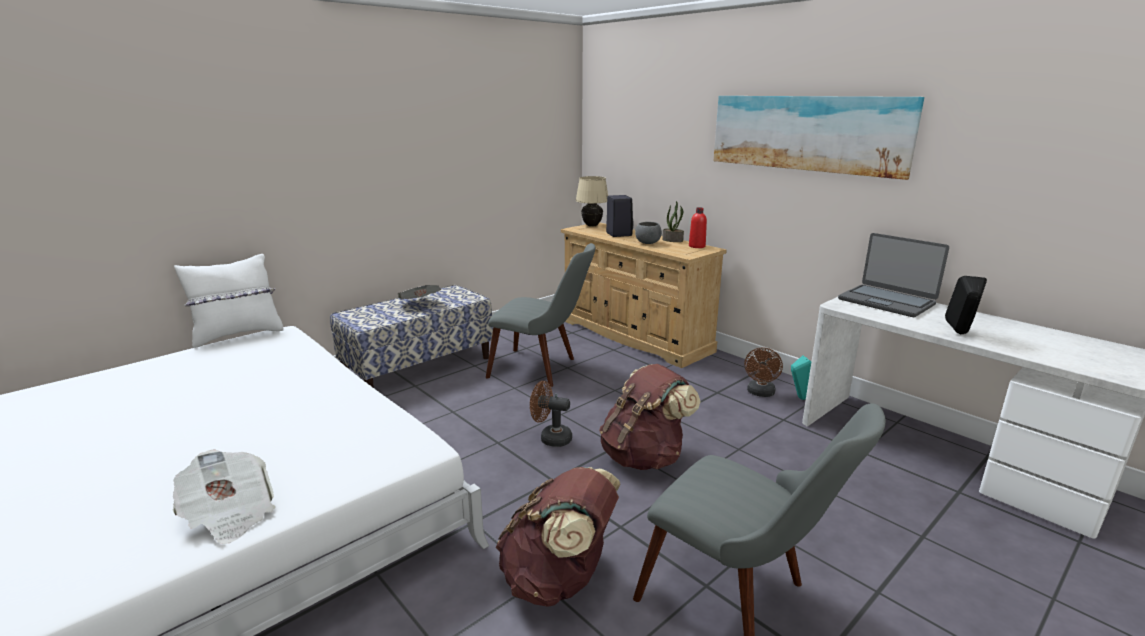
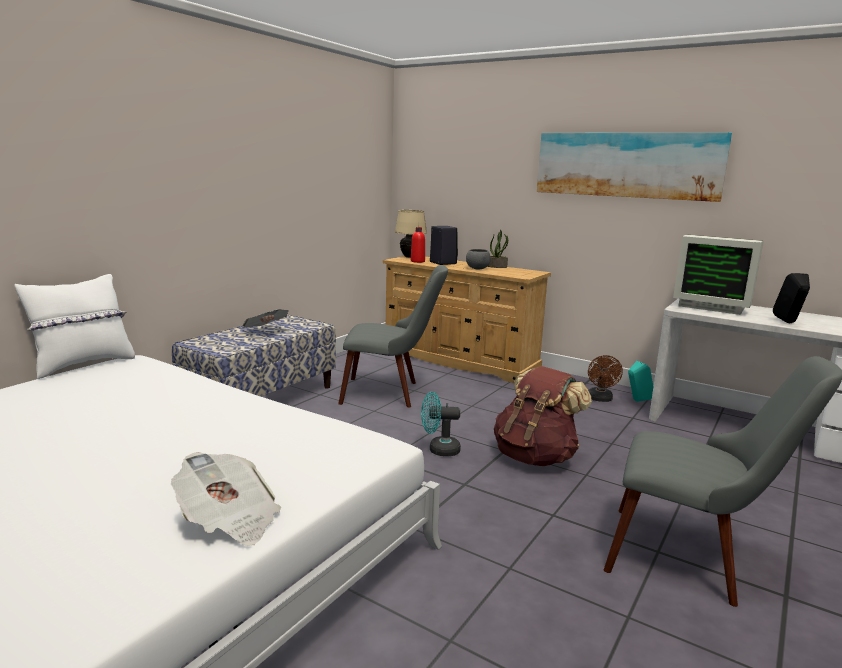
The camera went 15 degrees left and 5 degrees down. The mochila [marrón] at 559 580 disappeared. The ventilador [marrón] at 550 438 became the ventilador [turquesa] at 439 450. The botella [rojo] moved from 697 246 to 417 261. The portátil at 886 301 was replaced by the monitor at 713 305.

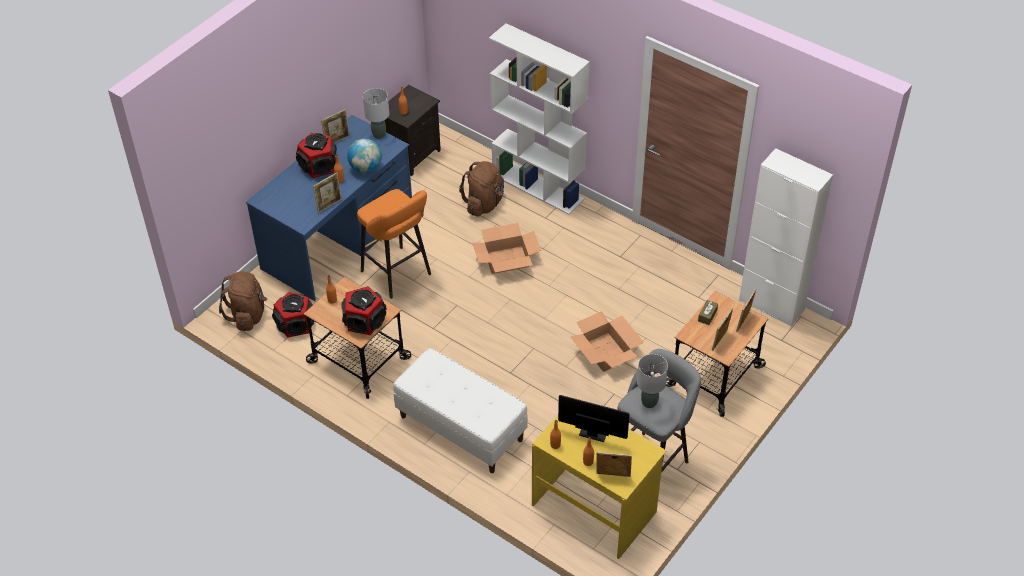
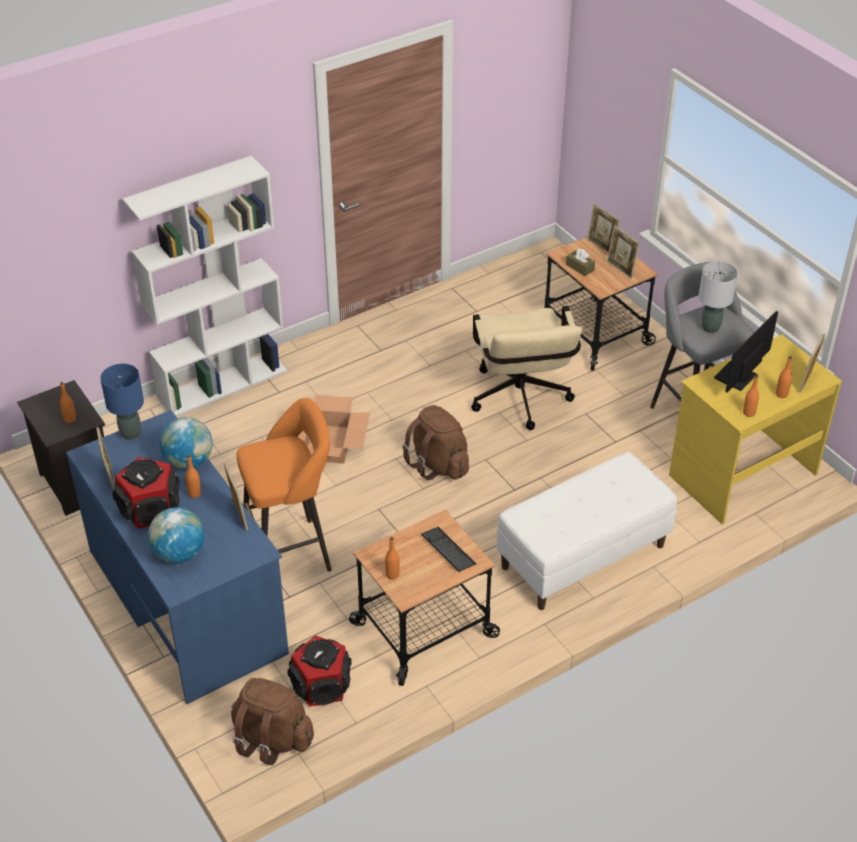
The camera went 70 degrees left and 5 degrees down. The altavoz at 364 321 was replaced by the teclado at 448 550. The lámpara de mesa [gris] at 379 135 became the lámpara de mesa [azul] at 131 433. The mochila [marrón] moved from 484 204 to 438 464. The caja de cartón at 606 352 was replaced by the silla de oficina [beis] at 521 402. The armario [blanco] at 771 305 disappeared. The globo terráqueo at 179 554 appeared.

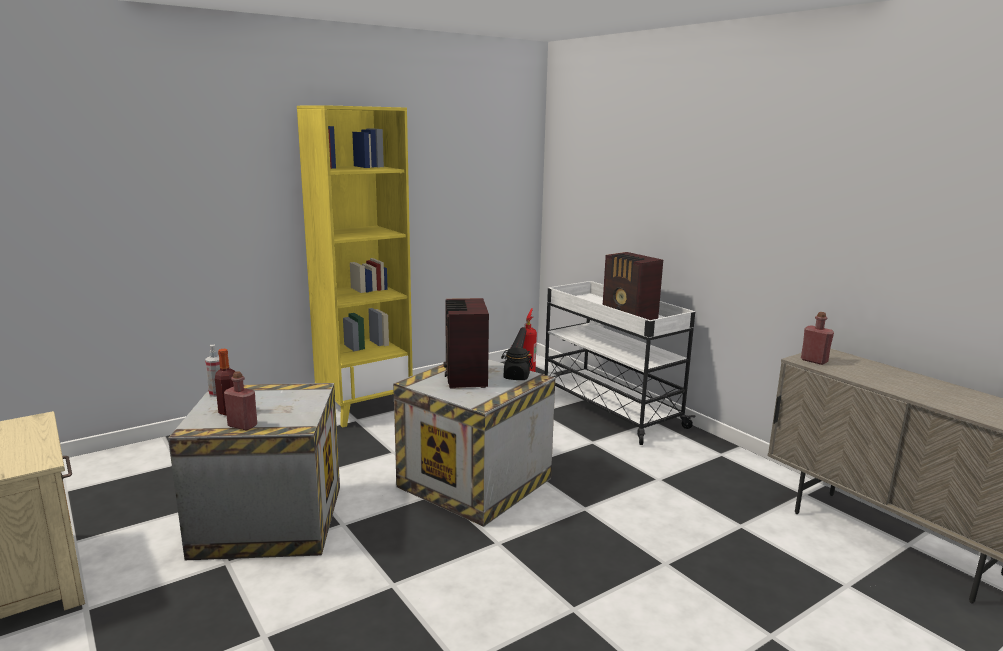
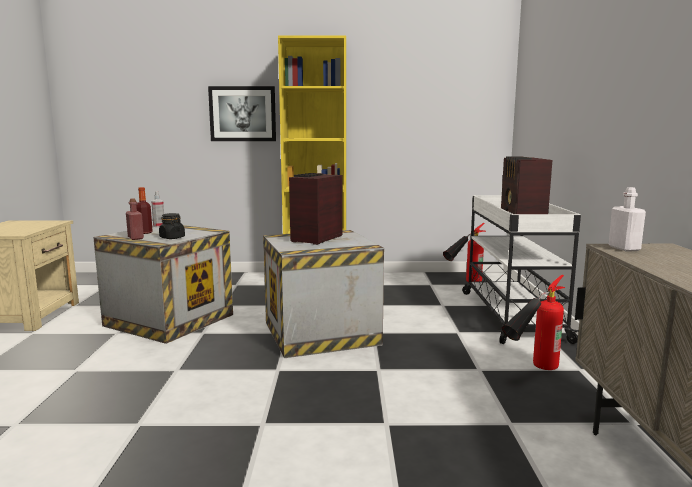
The camera went 35 degrees right and 5 degrees down. The tarro [negro] moved from 516 377 to 172 237. The botella [rojo] at 814 361 became the botella [blanco] at 624 248. The cuadro at 242 114 appeared. The extintor at 532 371 appeared.

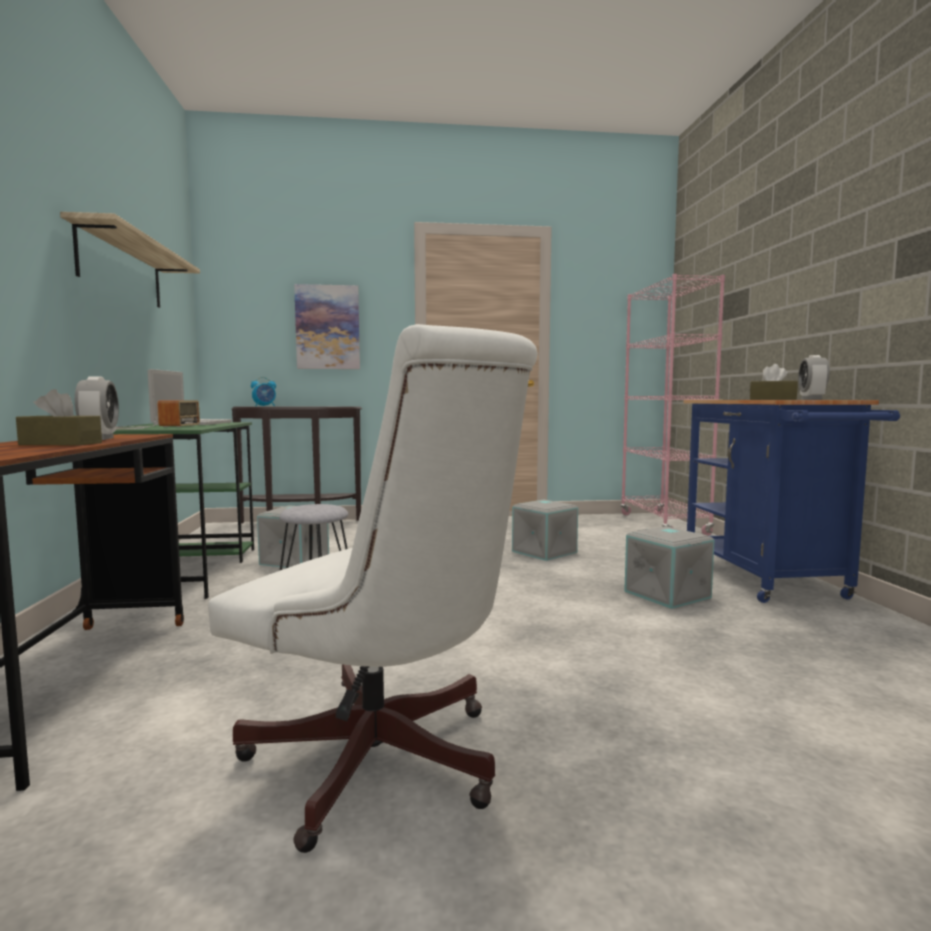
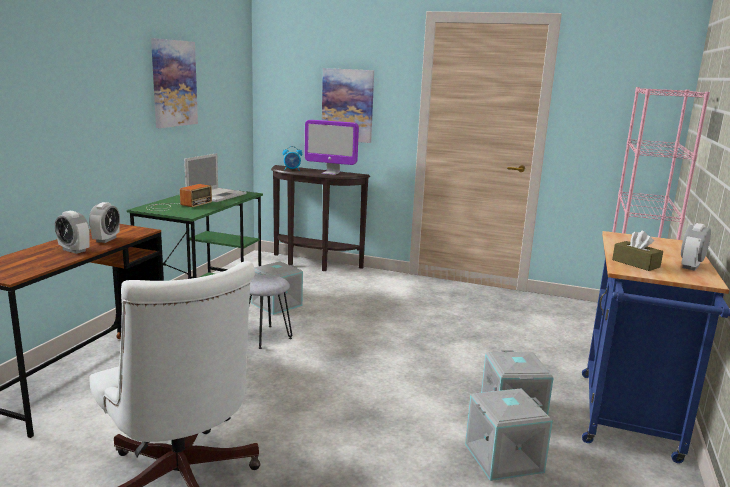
The camera went 25 degrees right and 10 degrees up. The caja de pañuelos [marrón] at 61 444 was replaced by the despertador at 74 250. The estante at 121 269 was replaced by the cuadro at 173 83. The caja de almacenaje [gris] moved from 545 552 to 503 459. The monitor at 330 173 appeared.

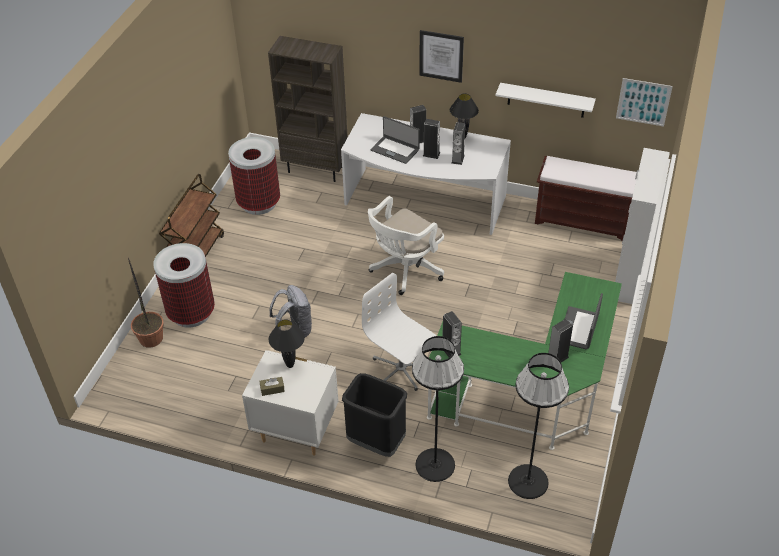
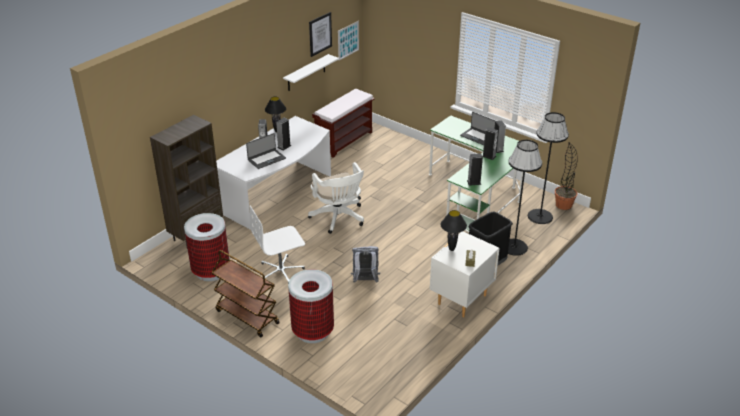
The camera went 70 degrees left and 10 degrees down. The planta en maceta moved from 151 338 to 563 205. The silla de oficina [blanco] moved from 401 369 to 281 271. The cuadro moved from 441 56 to 320 34. The altavoz moved from 458 159 to 489 156. The armario [blanco] at 629 276 disappeared.

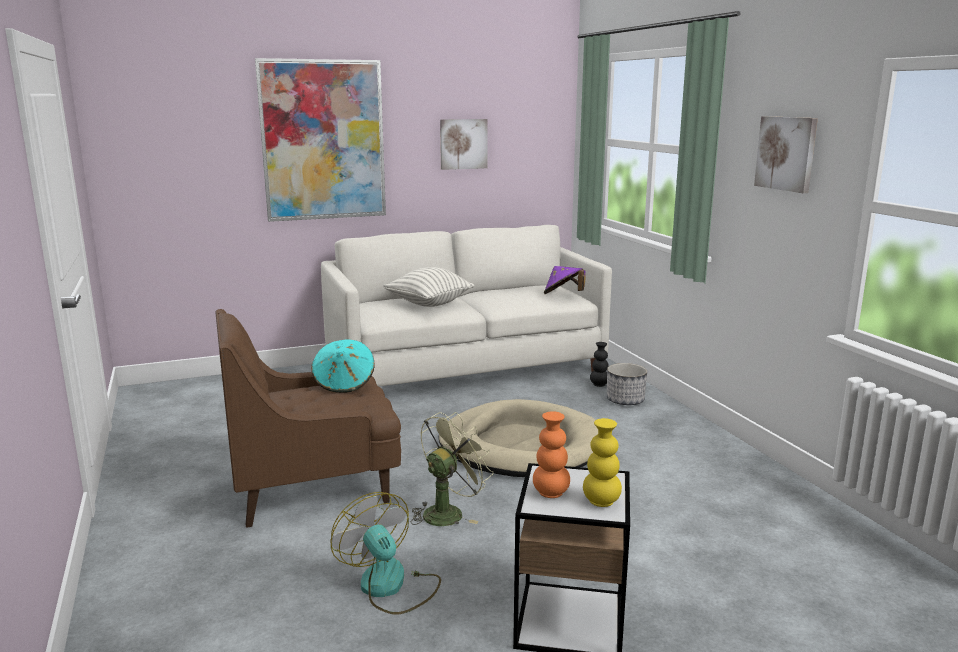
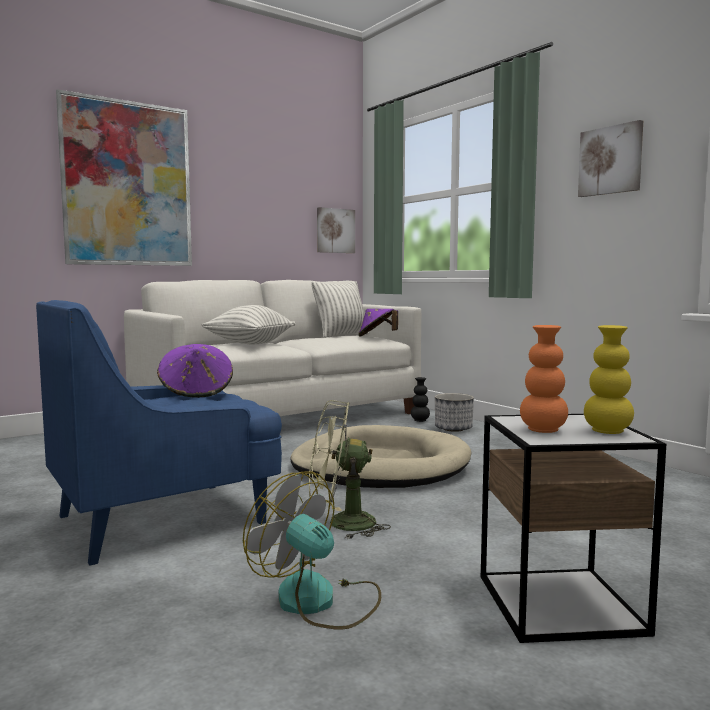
The camera went 15 degrees left and 10 degrees down. The sillón [marrón] at 314 487 became the sillón [azul] at 164 518. The sombrero [turquesa] at 344 384 became the sombrero [morado] at 196 392. The ventilador [verde] at 448 512 turned 120 degrees counterclockwise. The cuadro moved from 463 144 to 335 230. The cojín at 341 335 appeared.

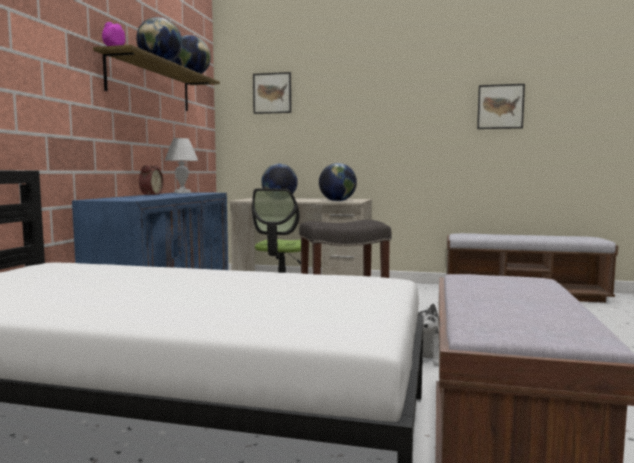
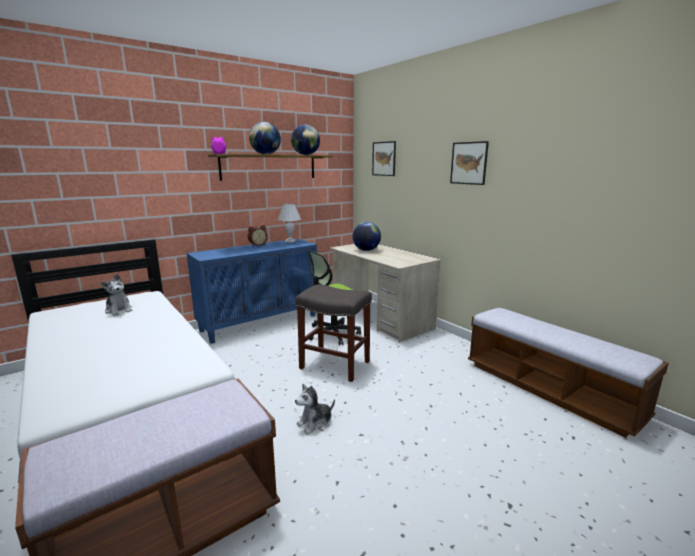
The camera went 40 degrees right and 10 degrees up. The globo terráqueo at 337 201 disappeared. The cuadro moved from 500 106 to 469 163. The peluche at 119 310 appeared.

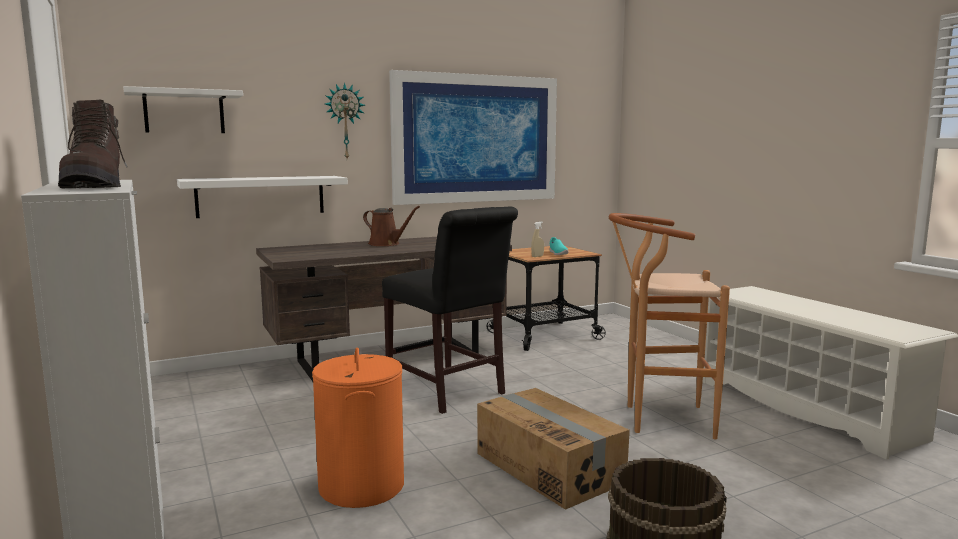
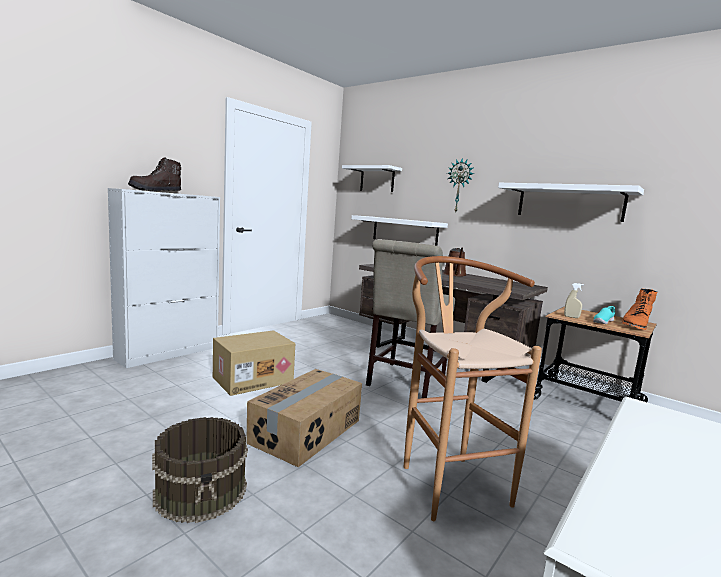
The camera went 65 degrees right and 0 degrees up. The cesto de la ropa [naranja] at 361 486 was replaced by the caja de cartón at 253 379. The silla [negro] at 449 392 became the silla [beis] at 404 382. The cuadro at 476 139 was replaced by the estante [blanco] at 569 202. The bota [naranja] at 635 325 appeared.

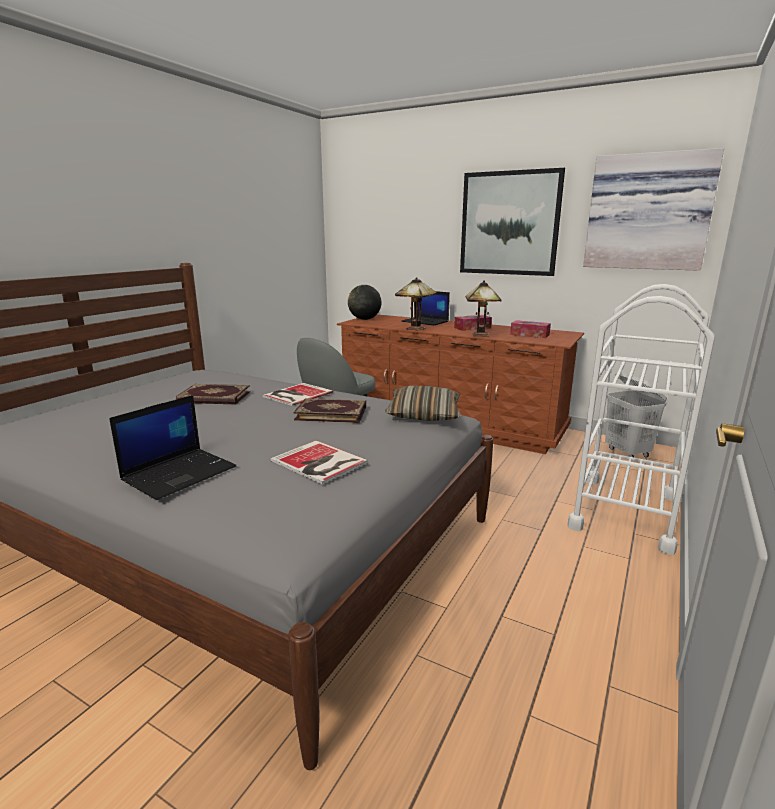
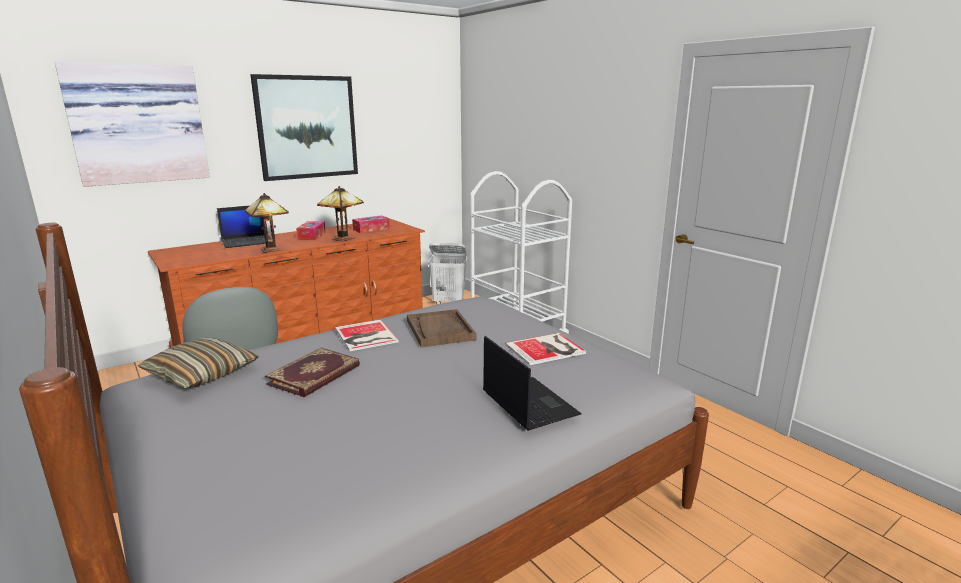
The camera went 65 degrees left and 0 degrees up. The libro at 331 413 was replaced by the bandeja [marrón] at 440 330. The globo terráqueo at 365 319 disappeared. The cojín moved from 424 414 to 201 374. The cuadro moved from 648 212 to 138 124.

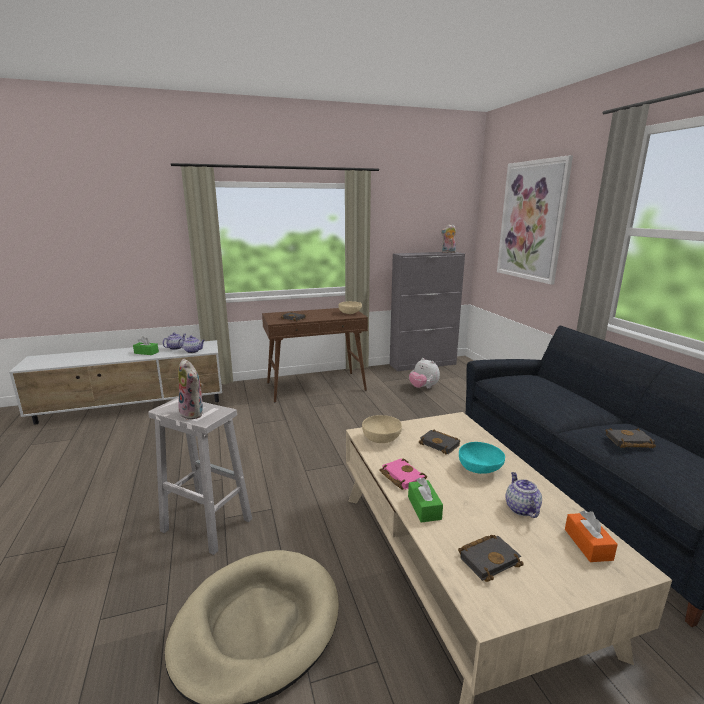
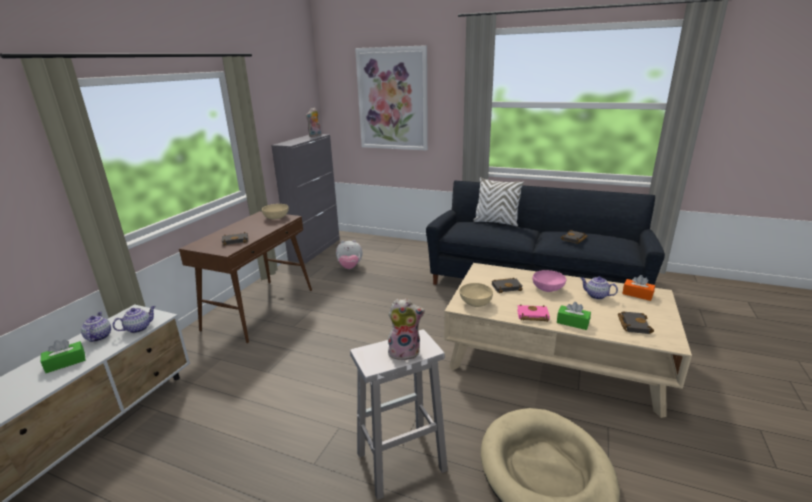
The camera went 50 degrees left and 5 degrees up. The cuenco [turquesa] at 480 469 became the cuenco [rosa] at 548 289. The cojín [blanco] at 496 222 appeared.

